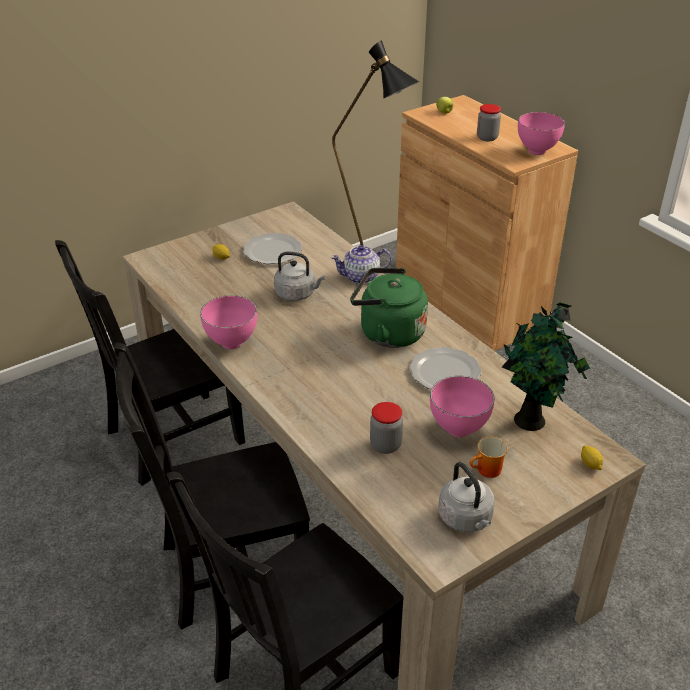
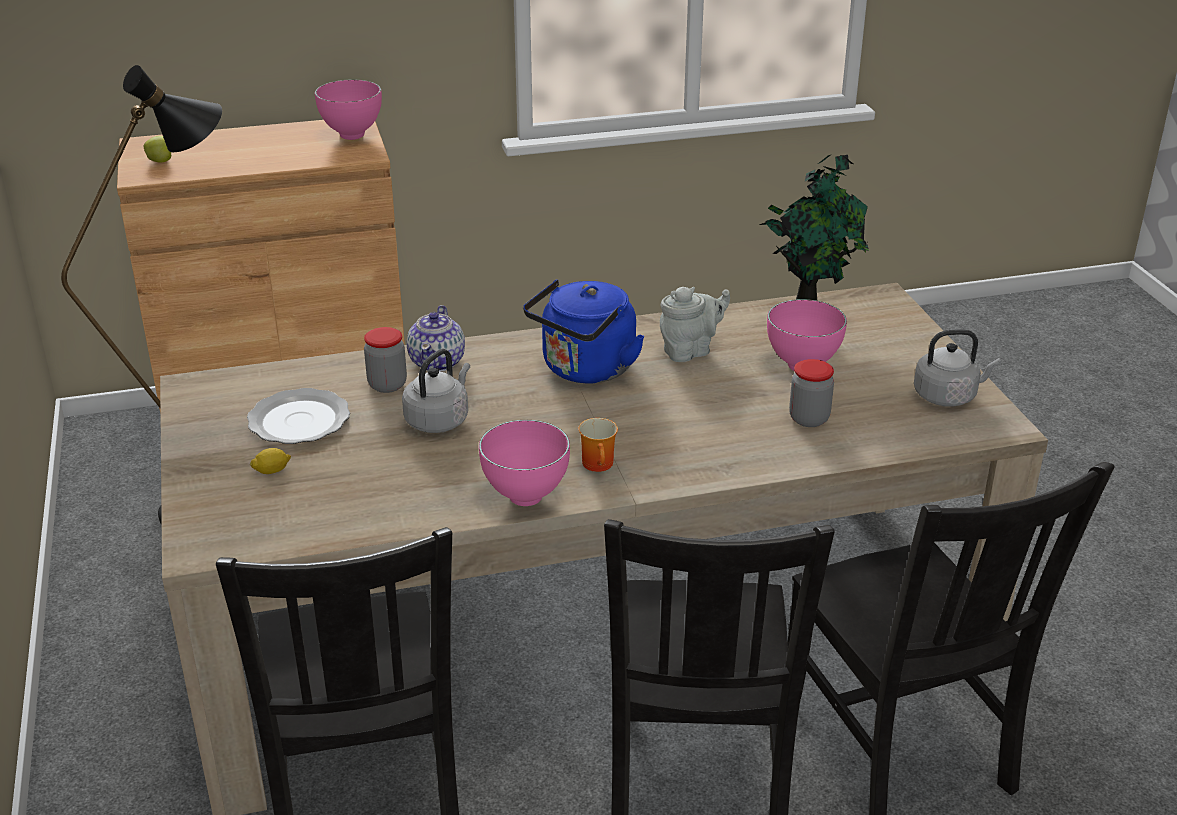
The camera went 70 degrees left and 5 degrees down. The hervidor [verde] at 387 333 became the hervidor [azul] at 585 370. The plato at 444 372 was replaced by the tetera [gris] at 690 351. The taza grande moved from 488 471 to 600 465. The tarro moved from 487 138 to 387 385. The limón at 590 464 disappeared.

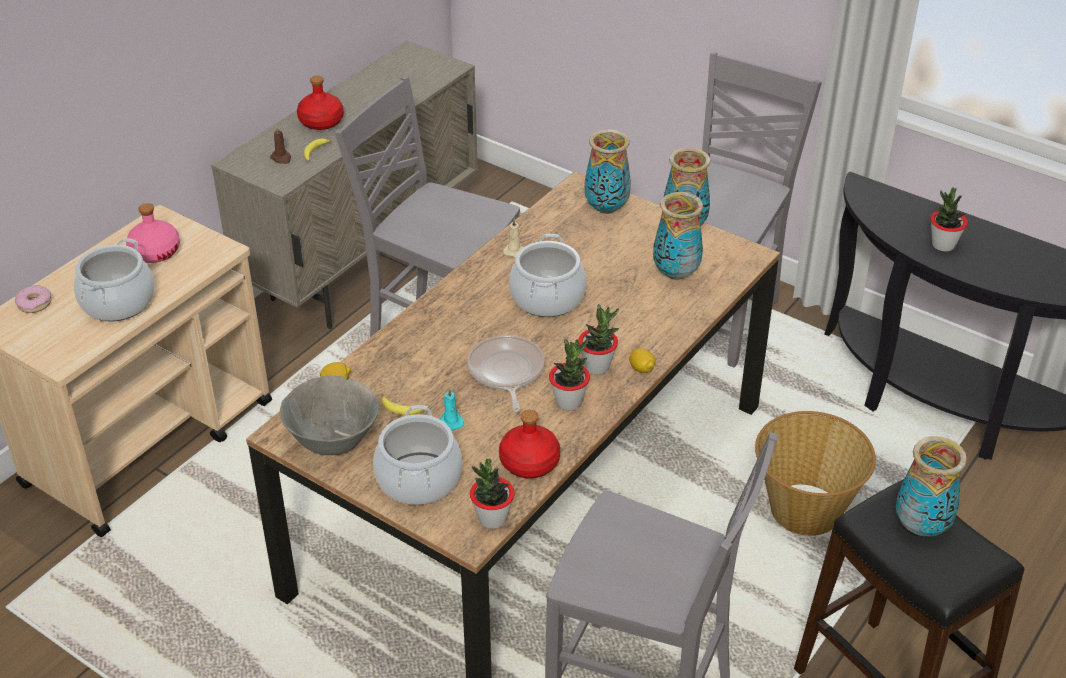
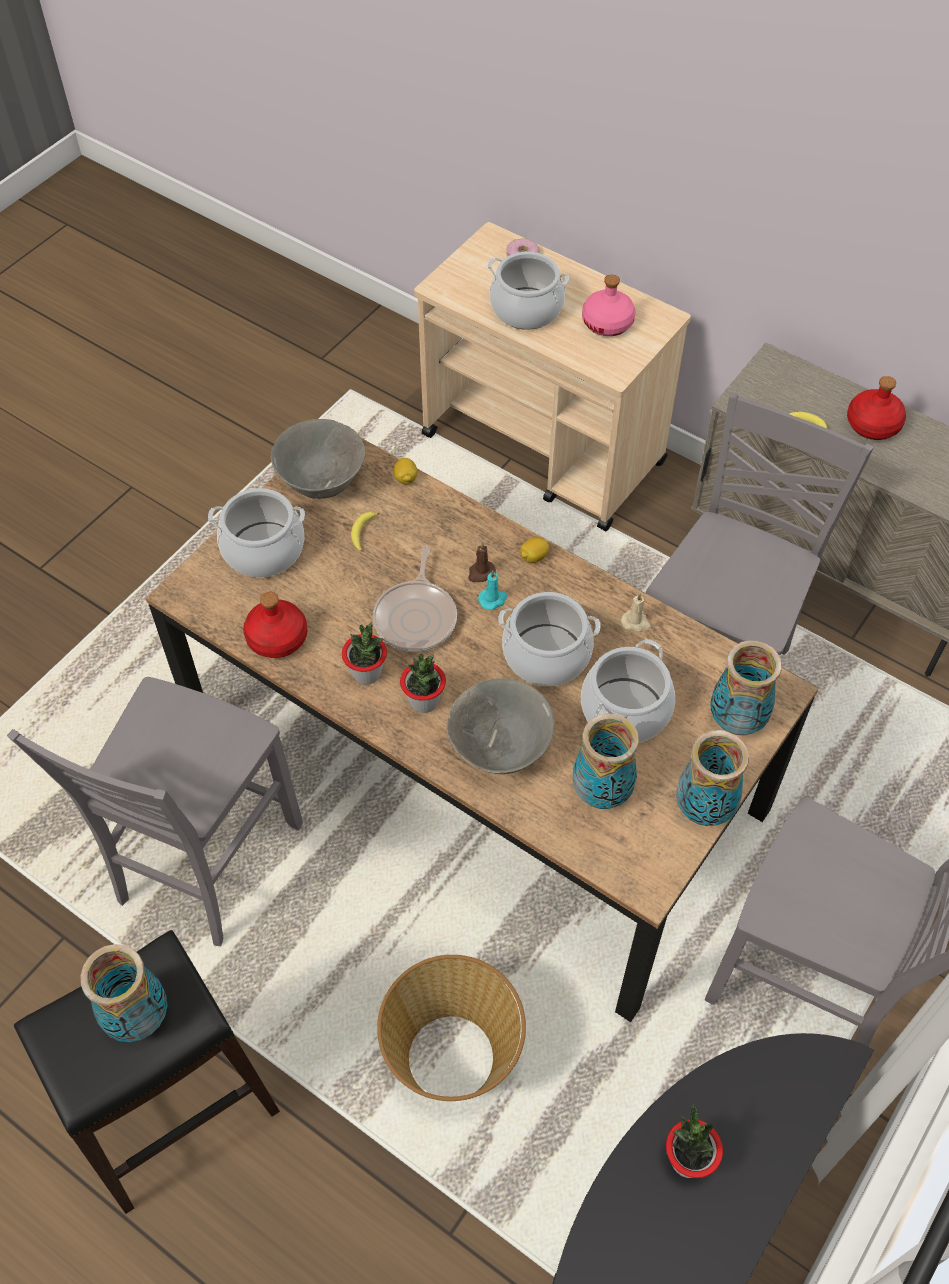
The camera went 90 degrees right and 15 degrees up. The vela [marrón] moved from 281 158 to 481 573. The vela [turquesa] moved from 450 422 to 493 599. The sartén at 506 372 turned 105 degrees clockwise. The planta en maceta at 492 519 disappeared. The limón moved from 641 369 to 533 557. The cuenco [gris] at 500 749 appeared. The olla at 626 710 appeared.

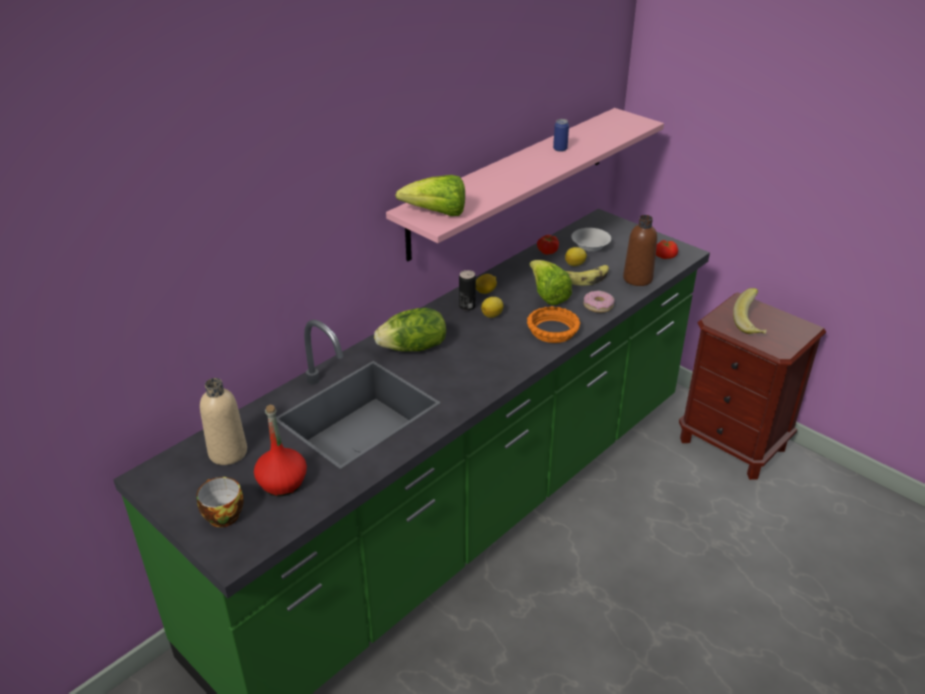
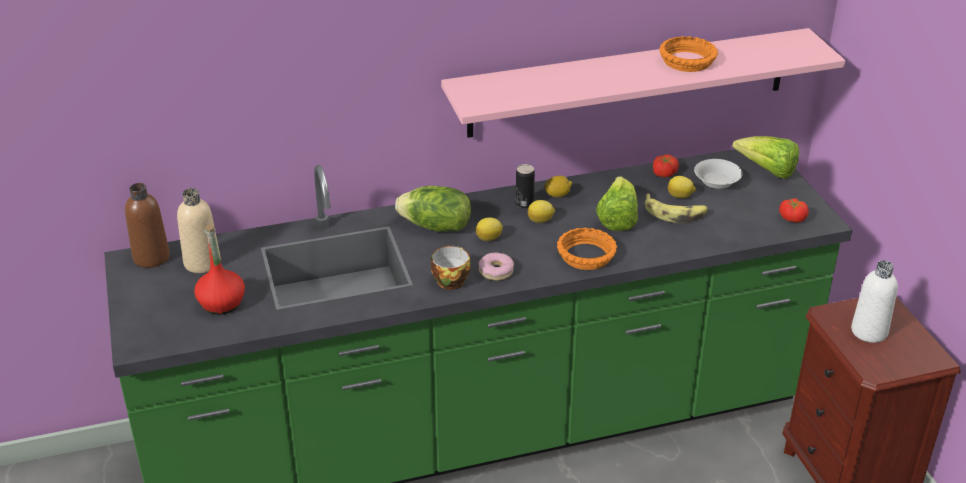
The camera went 30 degrees right and 0 degrees up. The taza moved from 221 515 to 449 280. The lechuga moved from 437 214 to 767 171. The lata at 560 149 was replaced by the cuenco [naranja] at 687 60. The rosquilla moved from 598 306 to 496 271. The botella [marrón] moved from 637 279 to 151 257. The plátano at 751 324 was replaced by the botella [blanco] at 869 331. The limón at 489 238 appeared.

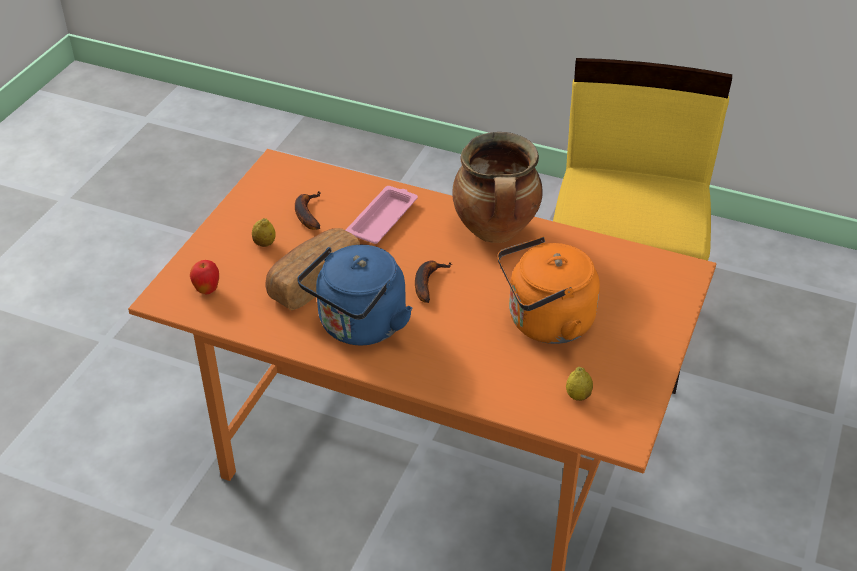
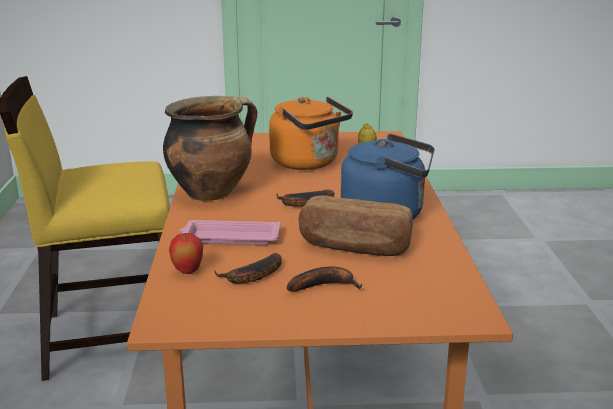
The camera went 115 degrees left and 20 degrees down. The manzana moved from 207 290 to 188 272. The limón at 264 244 was replaced by the plátano at 325 285.

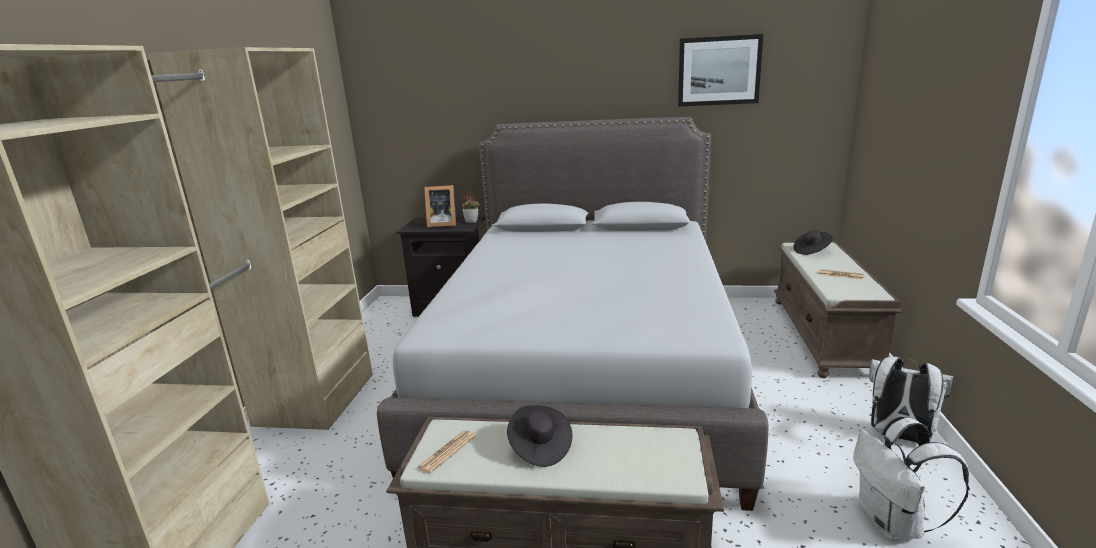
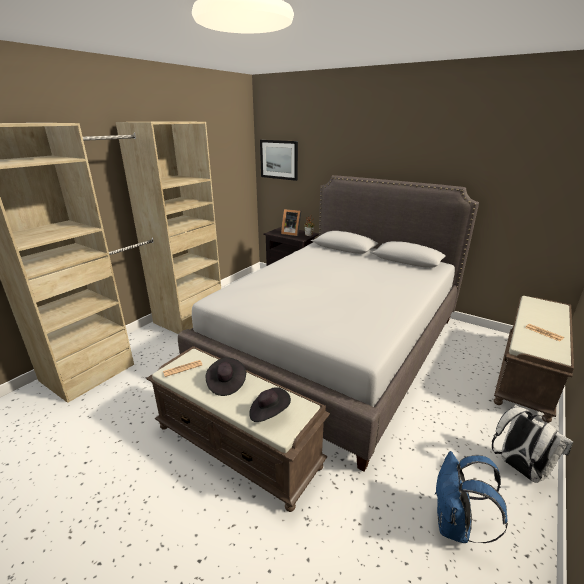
The camera went 25 degrees right and 5 degrees up. The cuadro moved from 719 71 to 279 159. The sombrero [negro] moved from 811 251 to 269 413. The mochila [blanco] at 893 525 became the mochila [azul] at 455 525.

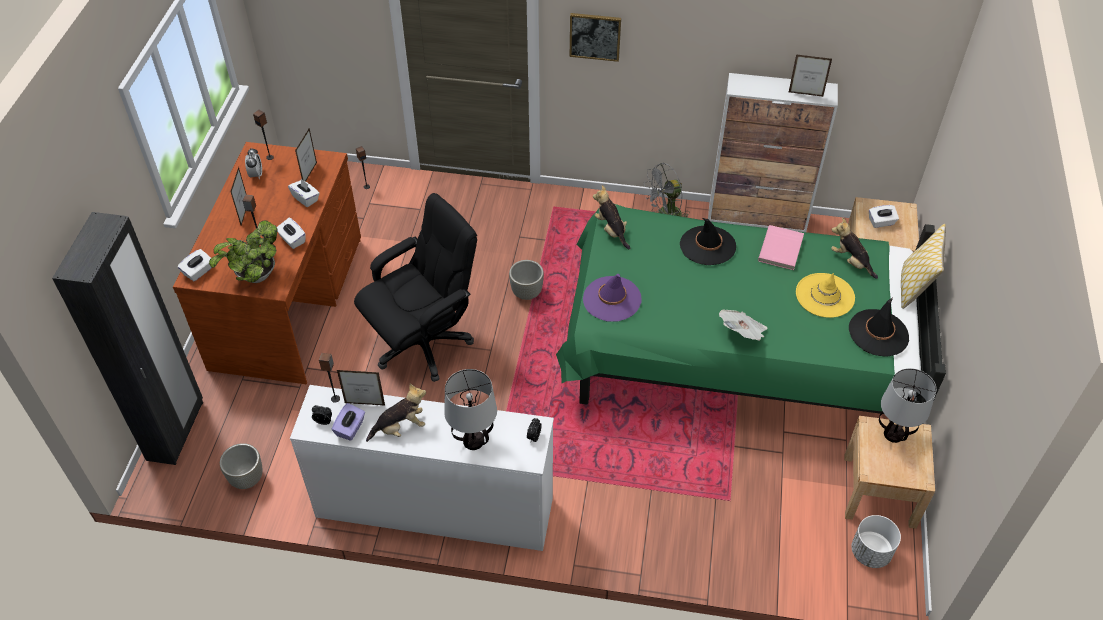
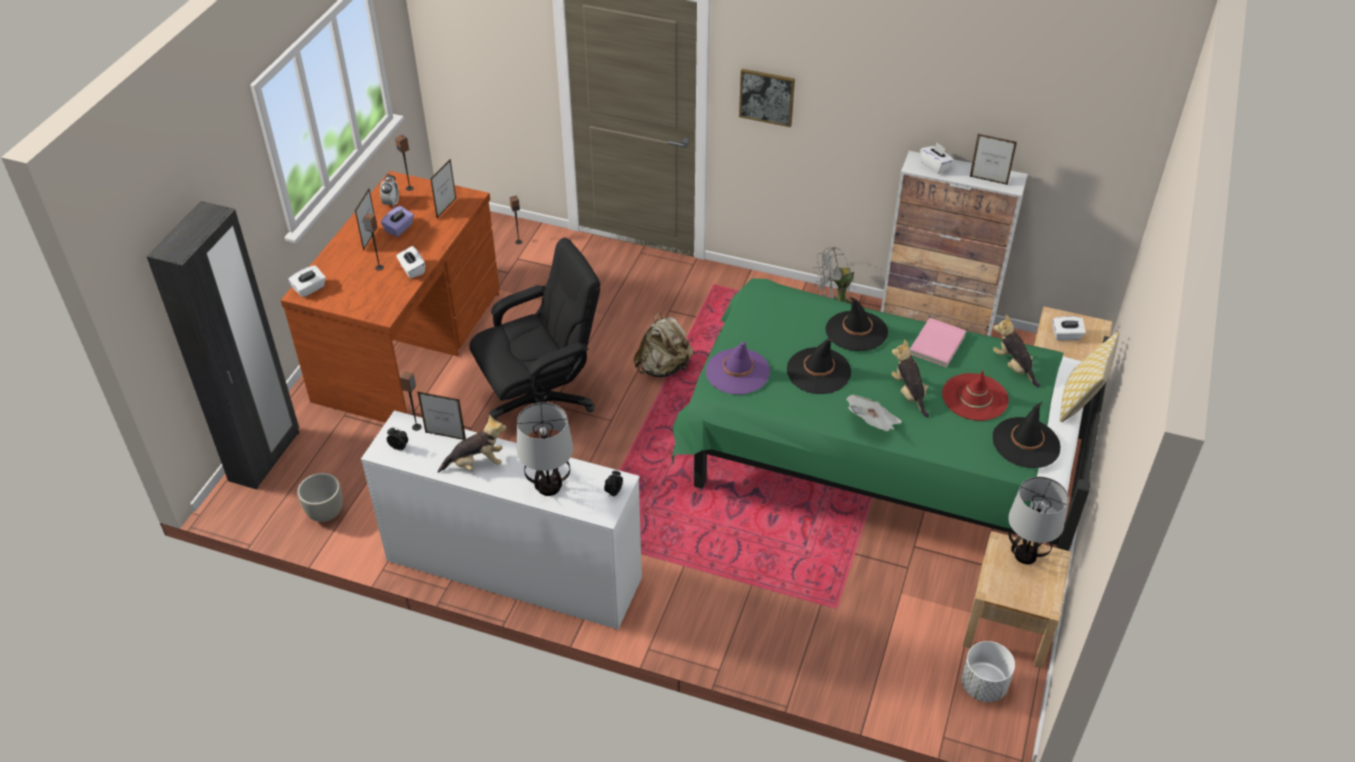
The camera went 10 degrees right and 5 degrees down. The planta en maceta at 254 277 disappeared. The caja de pañuelos [blanco] moved from 306 198 to 935 166. The caja de pañuelos [morado] moved from 350 428 to 399 228. The maceta [gris] at 526 293 was replaced by the mochila [beis] at 663 368. The peluche moved from 611 230 to 909 394. The sombrero [amarillo] at 825 295 became the sombrero [rojo] at 975 397. The sombrero [negro] at 818 371 appeared.

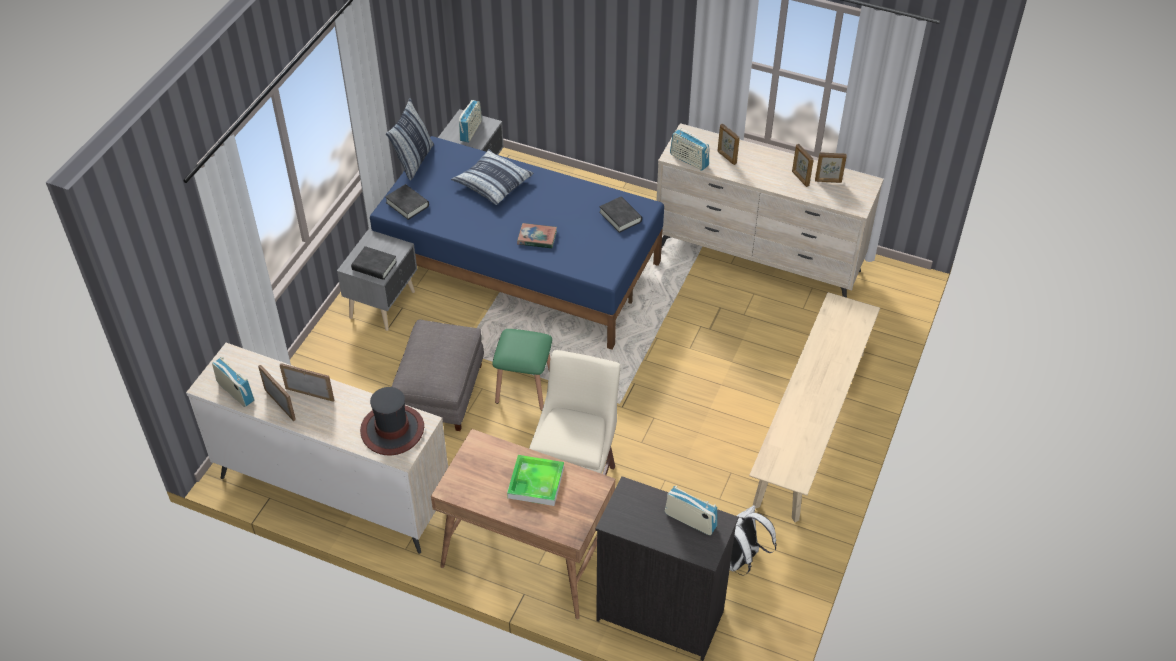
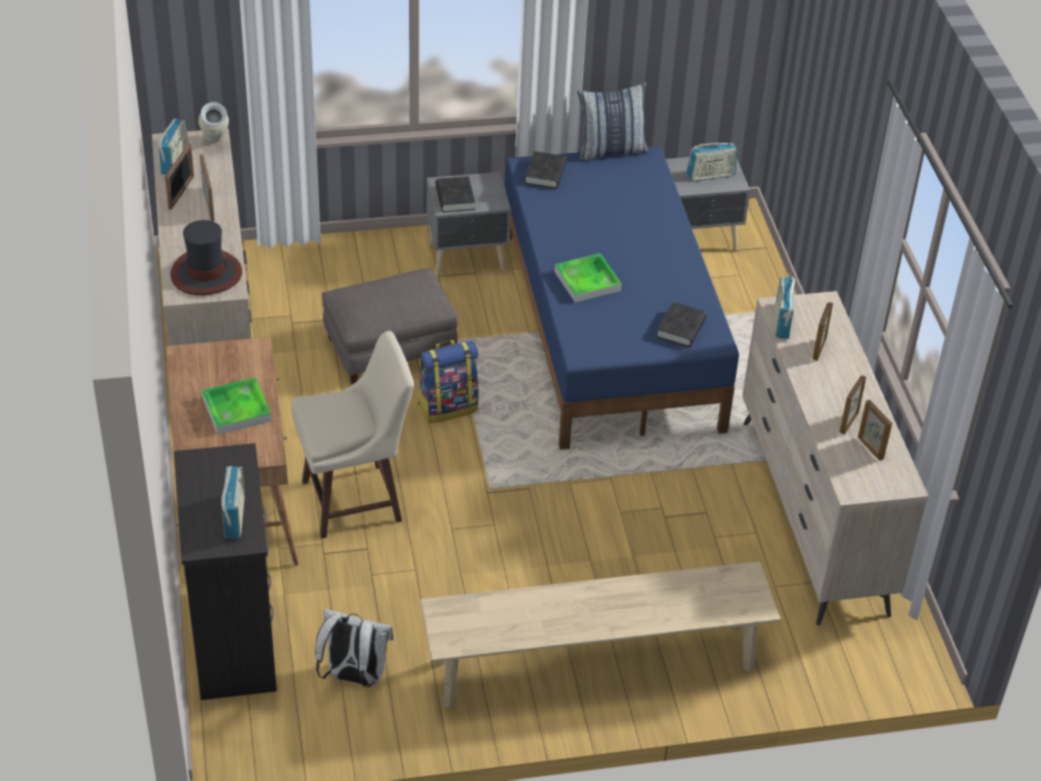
The camera went 55 degrees right and 5 degrees down. The cojín at 493 183 disappeared. The taburete [verde] at 524 388 was replaced by the mochila at 448 407. The libro at 537 238 was replaced by the bandeja at 587 281. The florero at 215 146 appeared.

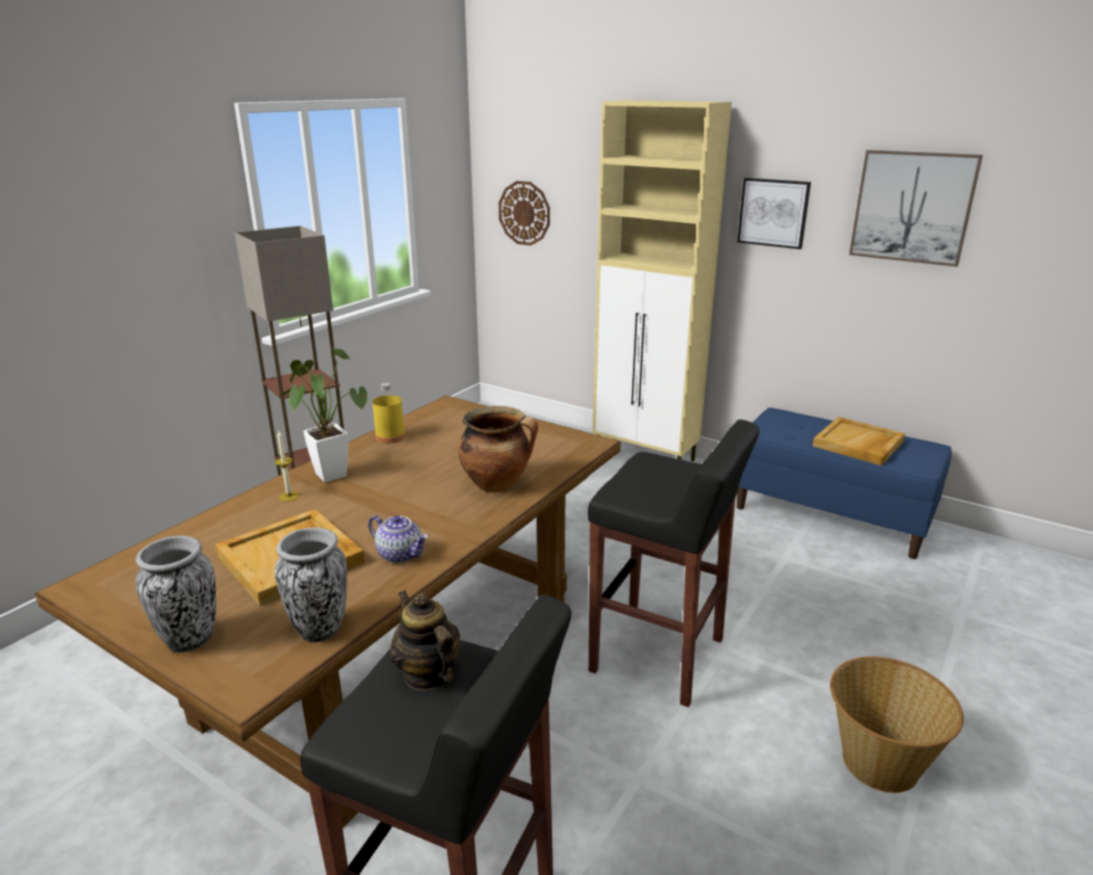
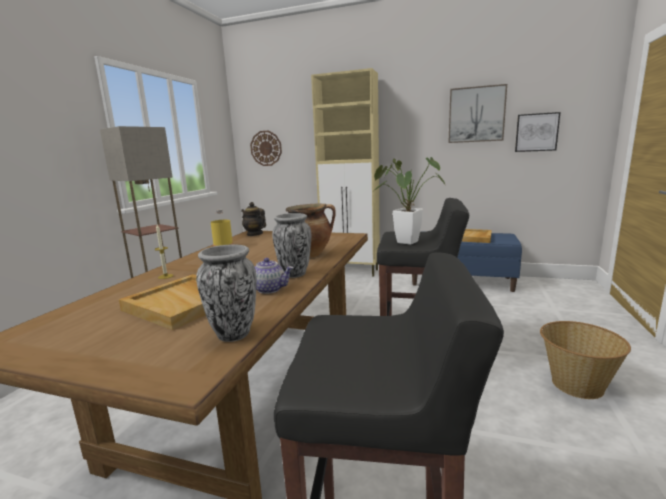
The camera went 15 degrees left and 10 degrees down. The florero moved from 190 639 to 294 274. The planta en maceta moved from 328 472 to 403 241. The tetera moved from 427 674 to 254 234. The cuadro moved from 773 212 to 536 132.

